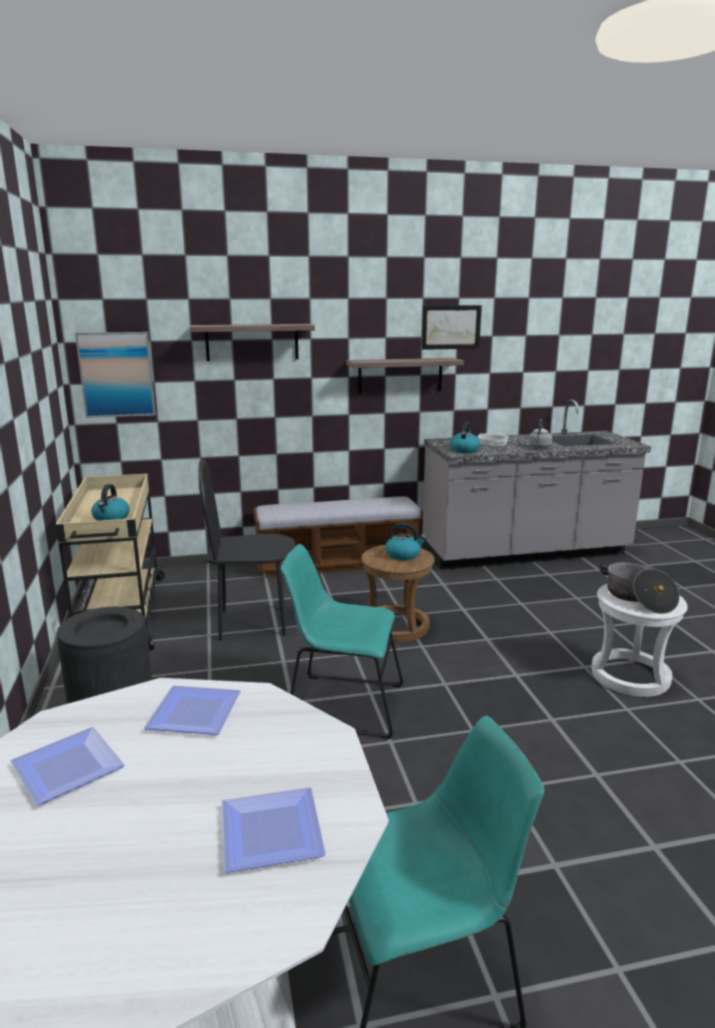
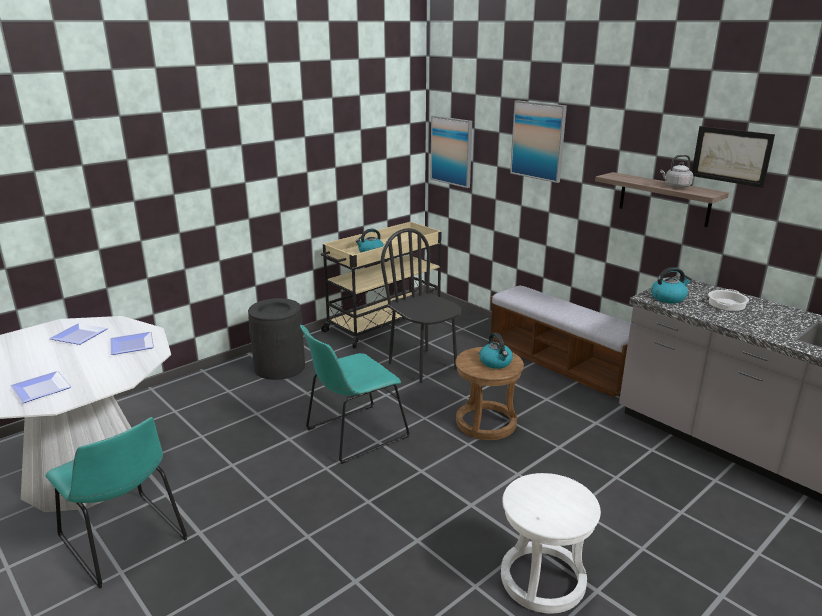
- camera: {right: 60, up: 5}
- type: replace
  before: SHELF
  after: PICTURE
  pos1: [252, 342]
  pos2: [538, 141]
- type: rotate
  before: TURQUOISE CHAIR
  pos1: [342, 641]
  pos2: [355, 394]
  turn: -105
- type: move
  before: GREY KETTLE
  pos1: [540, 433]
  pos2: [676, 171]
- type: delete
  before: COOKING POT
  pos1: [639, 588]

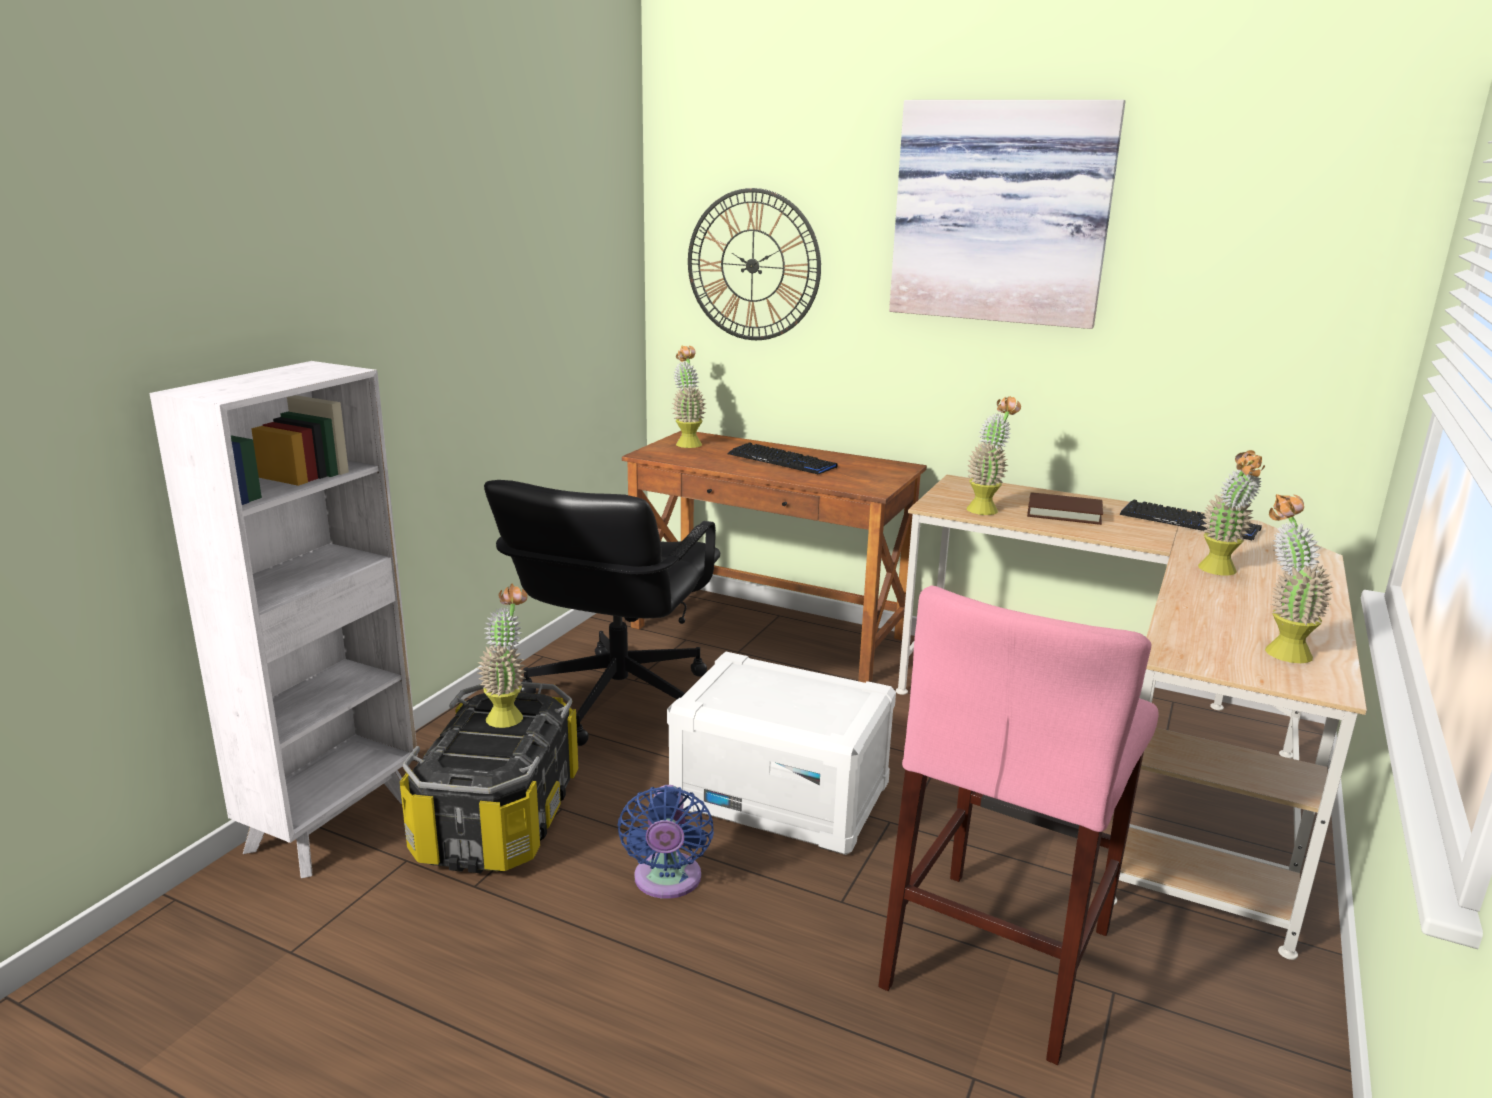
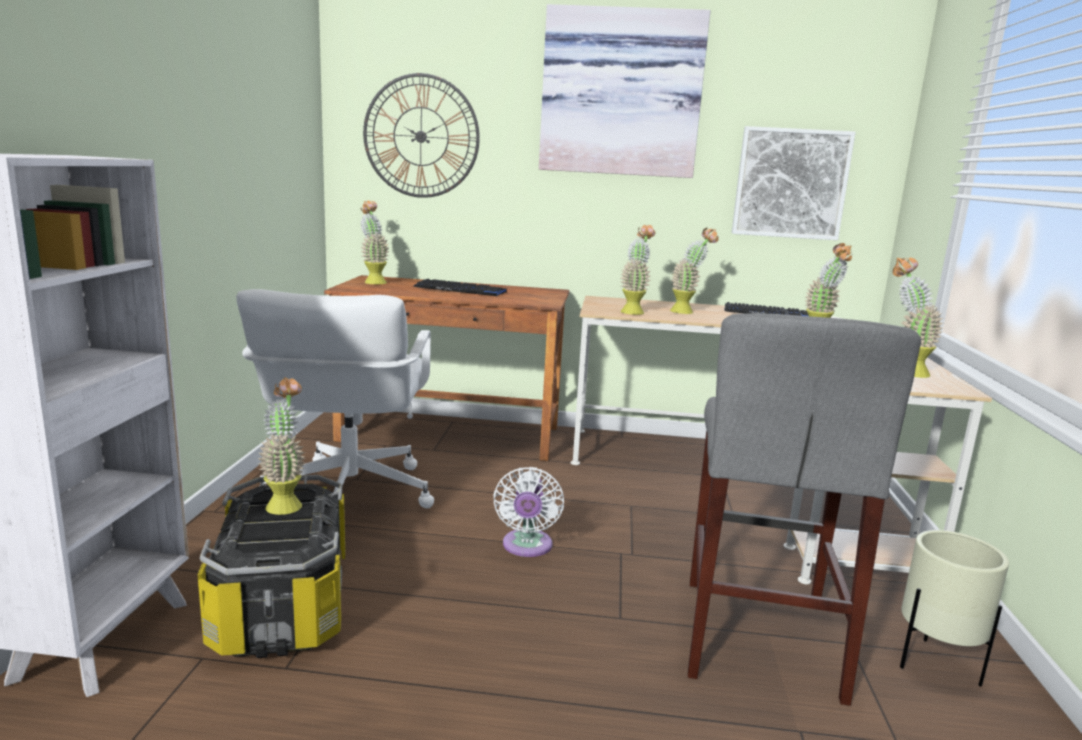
- camera: {right: -20, up: -5}
- type: recolor
  before: BLACK OFFICE CHAIR
  after: WHITE OFFICE CHAIR
  pos1: [602, 613]
  pos2: [335, 398]
- type: delete
  before: BLUE FAN
  pos1: [665, 842]
- type: replace
  before: WHITE STORAGE BOX
  after: WHITE FAN
  pos1: [781, 753]
  pos2: [528, 512]
- type: recolor
  before: PINK STOOL
  after: GREY STOOL
  pos1: [1018, 825]
  pos2: [804, 509]
- type: replace
  before: BROWN BOOK
  after: POTTED PLANT
  pos1: [1065, 508]
  pos2: [694, 271]
- type: insert
  after: PICTURE
  pos2: [793, 183]
- type: insert
  after: BEIGE PLANTER
  pos2: [954, 608]

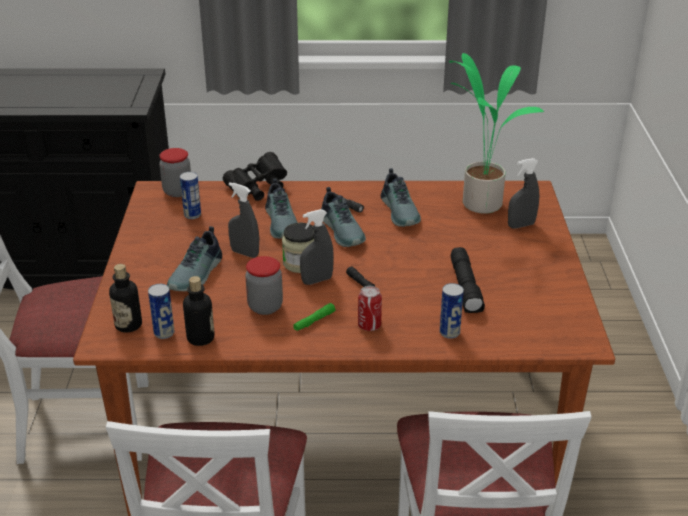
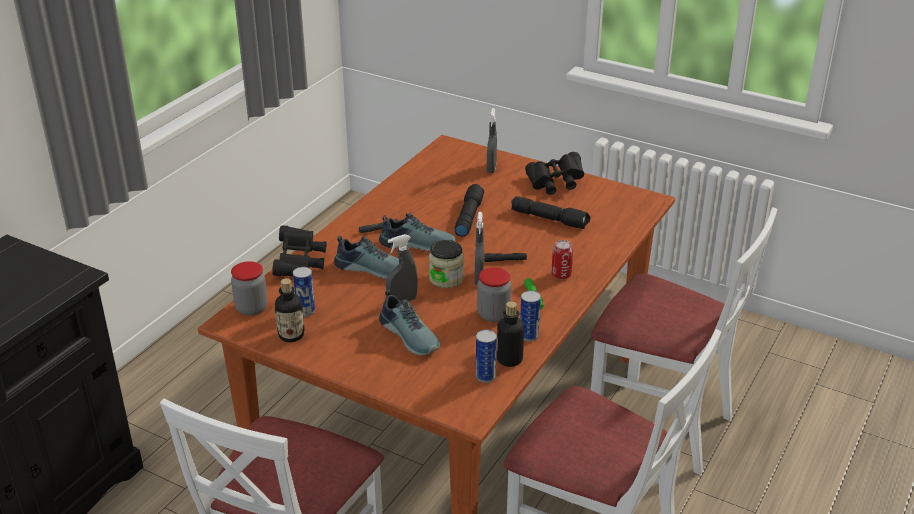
- camera: {right: -60, up: 0}
- type: move
  before: BOTTLE
  pos1: [125, 298]
  pos2: [290, 310]
- type: delete
  before: SHOE
  pos1: [401, 197]
- type: move
  before: CAN
  pos1: [452, 311]
  pos2: [530, 316]
- type: delete
  before: POTTED PLANT
  pos1: [496, 133]
- type: insert
  after: BLACK FLASHLIGHT
  pos2: [469, 210]
- type: insert
  after: BLACK BINOCULARS
  pos2: [554, 173]

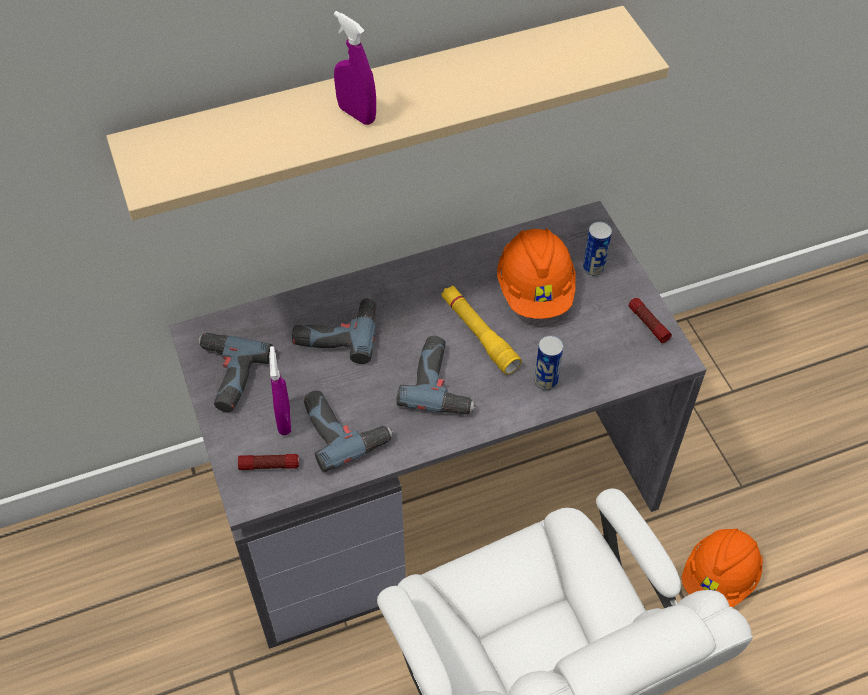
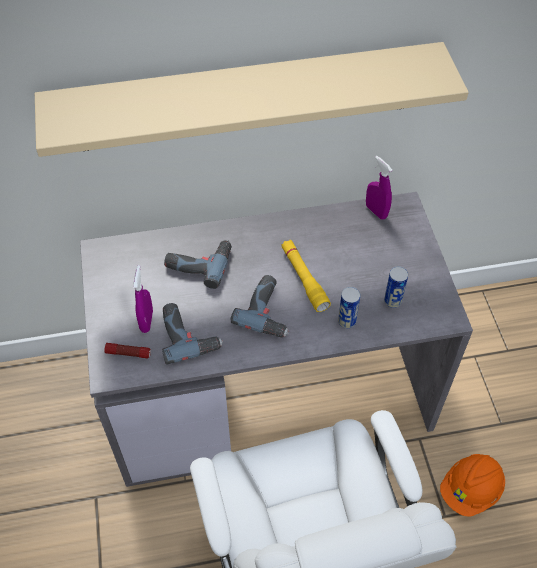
- camera: {right: 10, up: 0}
- type: delete
  before: POWER DRILL
  pos1: [235, 372]
- type: move
  before: PURPLE SPRAY BOTTLE
  pos1: [355, 68]
  pos2: [379, 188]
- type: delete
  before: ORANGE HARD HAT
  pos1: [536, 273]
- type: move
  before: CAN
  pos1: [597, 249]
  pos2: [396, 287]
- type: delete
  before: FLASHLIGHT
  pos1: [650, 320]

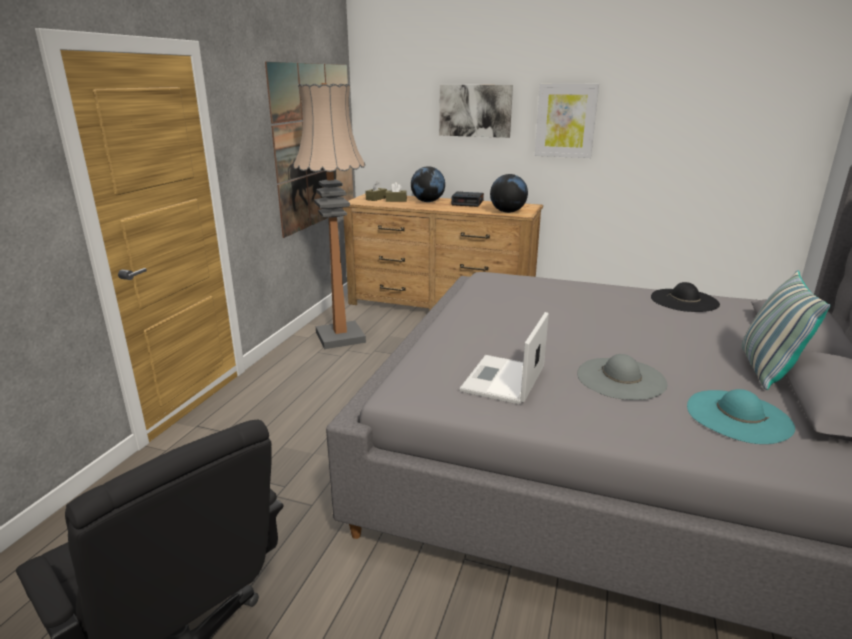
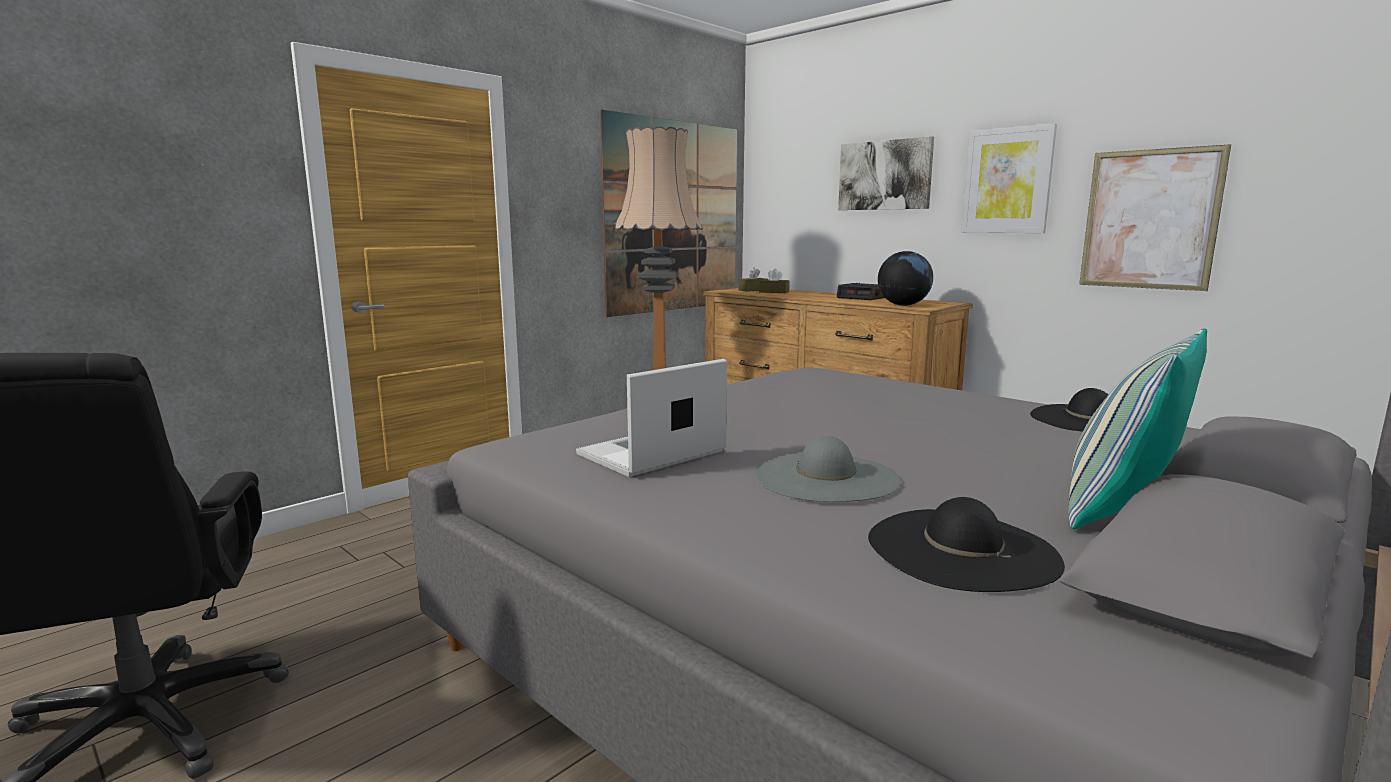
- camera: {right: 25, up: -10}
- type: delete
  before: GLOBE
  pos1: [428, 184]
- type: recolor
  before: TURQUOISE HAT
  after: BLACK HAT
  pos1: [741, 416]
  pos2: [966, 544]
- type: insert
  after: PICTURE
  pos2: [1155, 217]

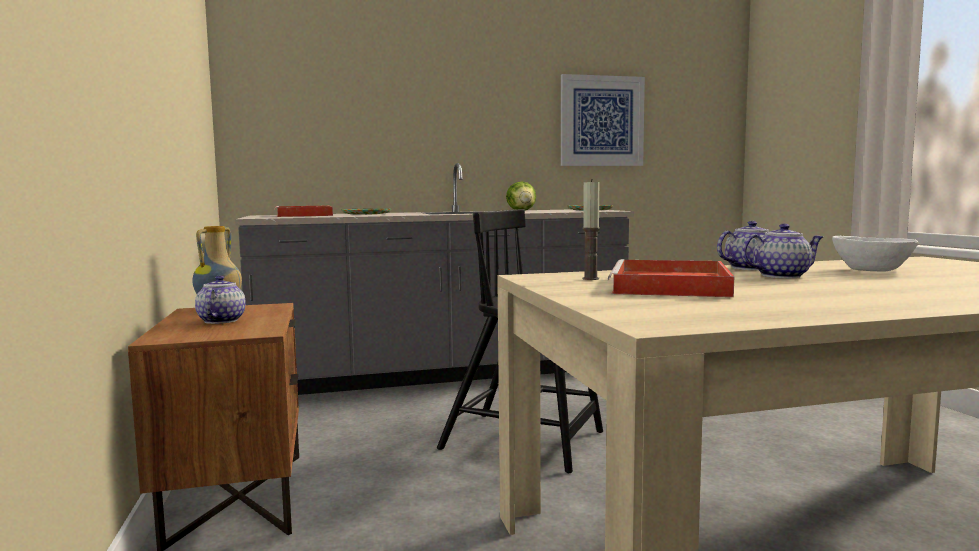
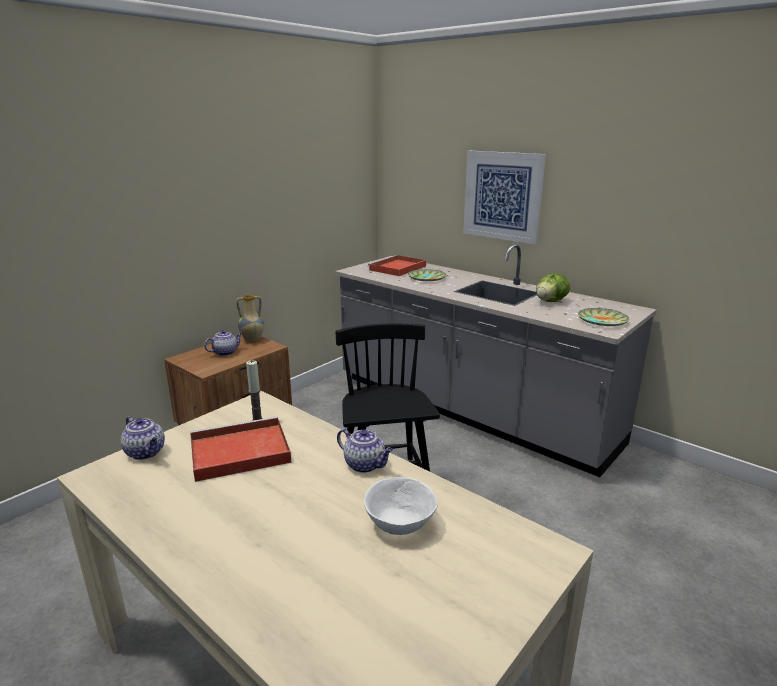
- camera: {right: 55, up: 15}
- type: move
  before: PICTURE
  pos1: [603, 120]
  pos2: [504, 197]
- type: move
  before: TEAPOT
  pos1: [782, 250]
  pos2: [143, 438]

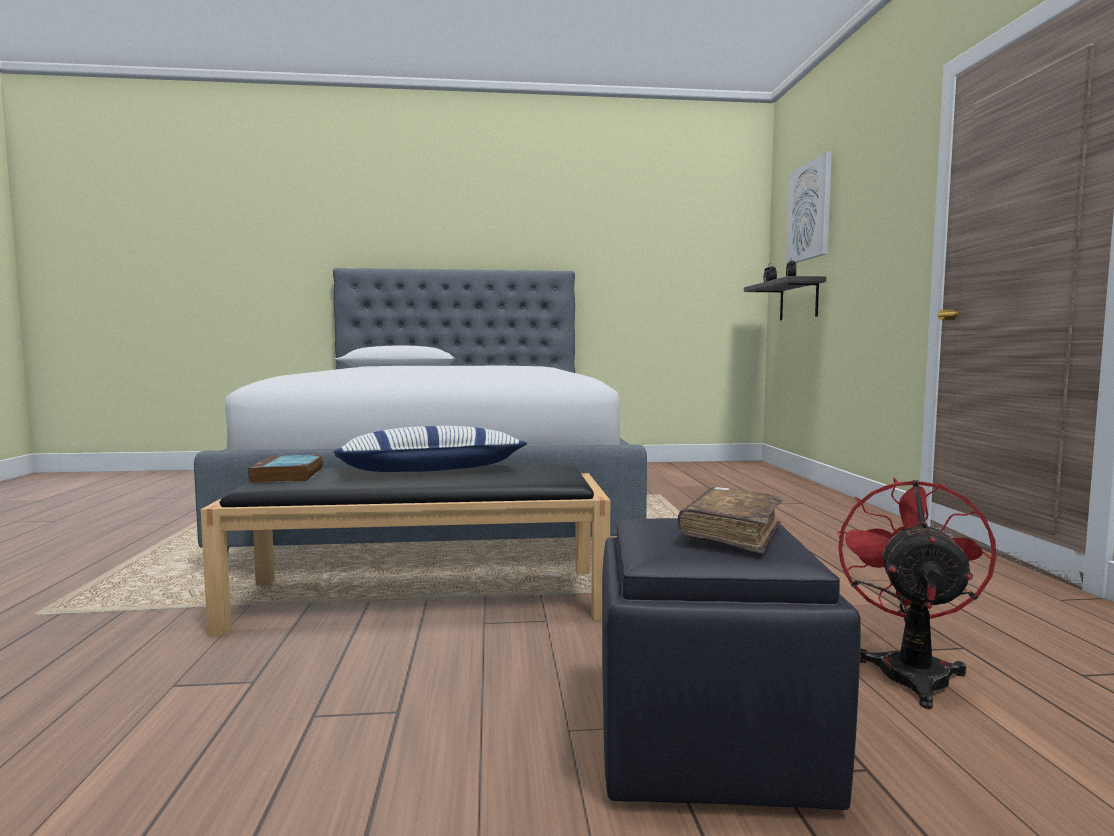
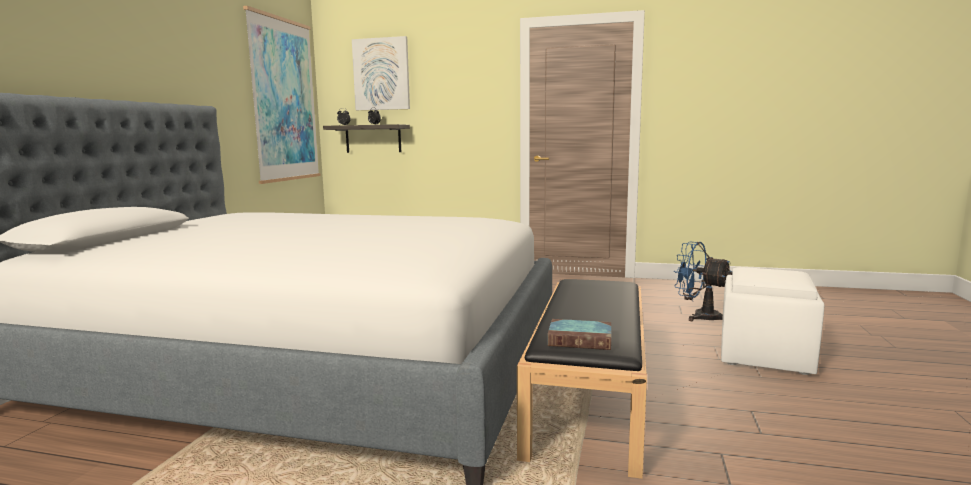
- camera: {right: -70, up: 5}
- type: delete
  before: PILLOW
  pos1: [430, 449]
- type: recolor
  before: BLACK OTTOMAN
  after: WHITE OTTOMAN
  pos1: [731, 664]
  pos2: [772, 321]
- type: delete
  before: BROWN BOOK
  pos1: [730, 520]
- type: recolor
  before: RED FAN
  after: BLUE FAN
  pos1: [916, 593]
  pos2: [703, 281]
- type: insert
  after: PICTURE
  pos2: [281, 95]

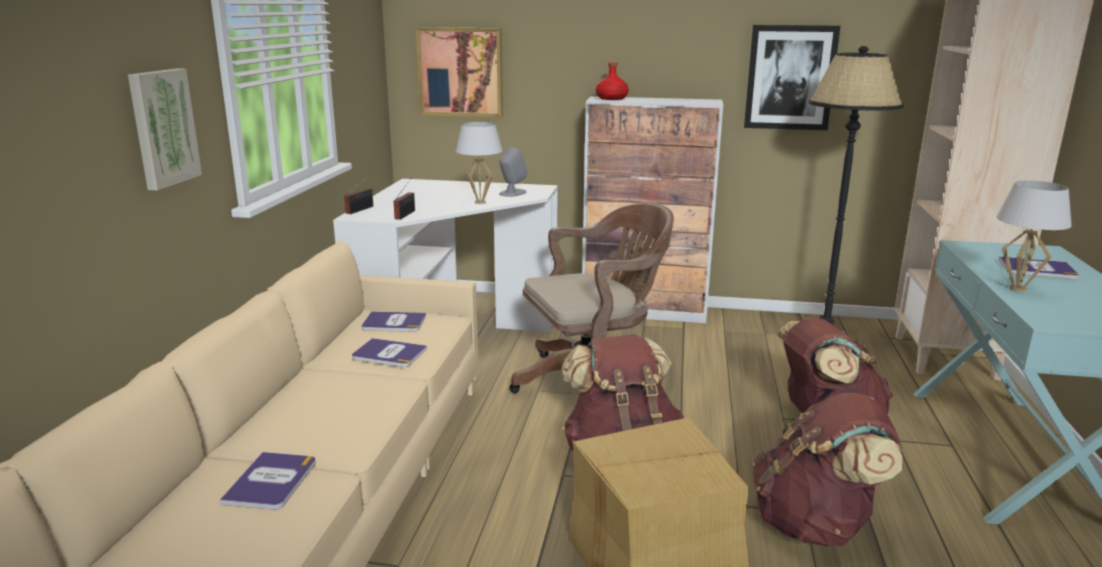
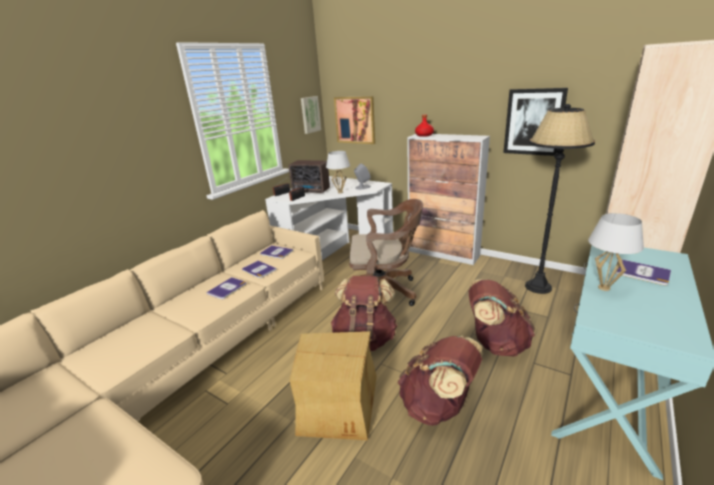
- camera: {right: 25, up: 5}
- type: move
  before: PICTURE
  pos1: [165, 129]
  pos2: [311, 115]
- type: move
  before: BOOK
  pos1: [268, 481]
  pos2: [226, 288]
- type: insert
  after: RADIO
  pos2: [309, 176]

